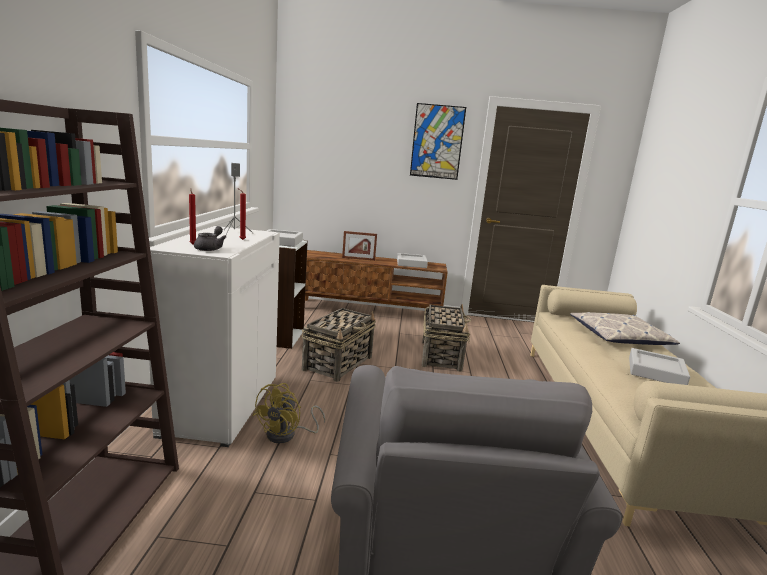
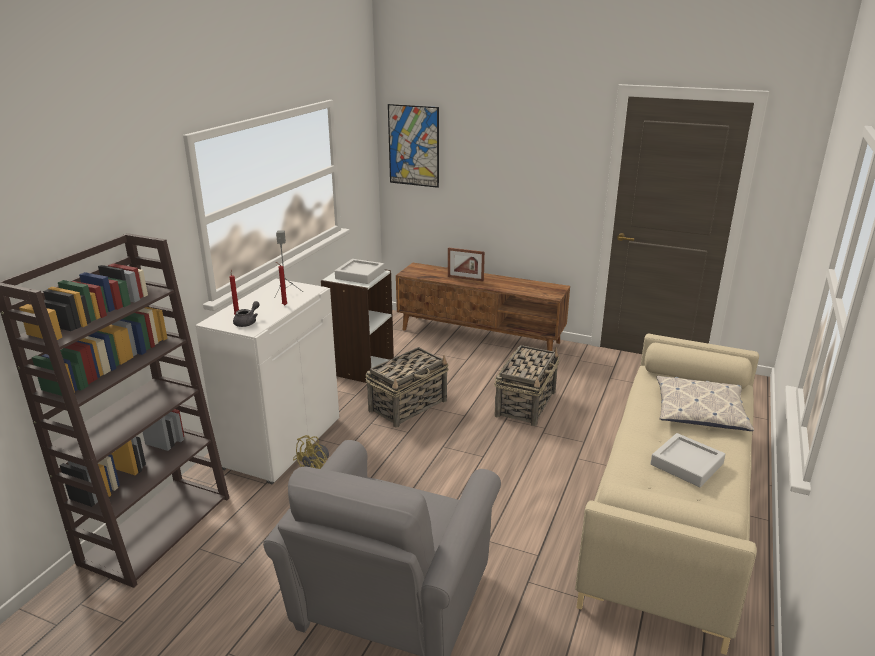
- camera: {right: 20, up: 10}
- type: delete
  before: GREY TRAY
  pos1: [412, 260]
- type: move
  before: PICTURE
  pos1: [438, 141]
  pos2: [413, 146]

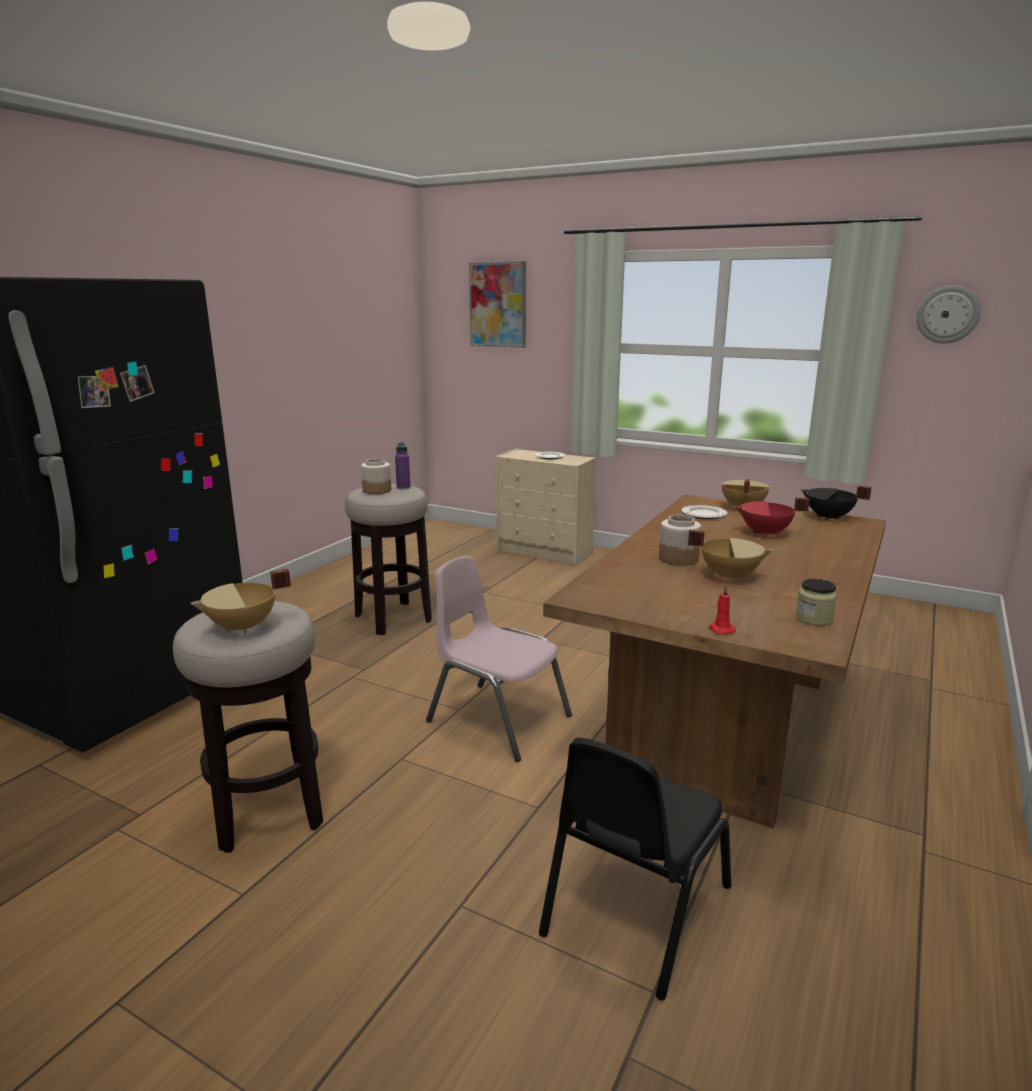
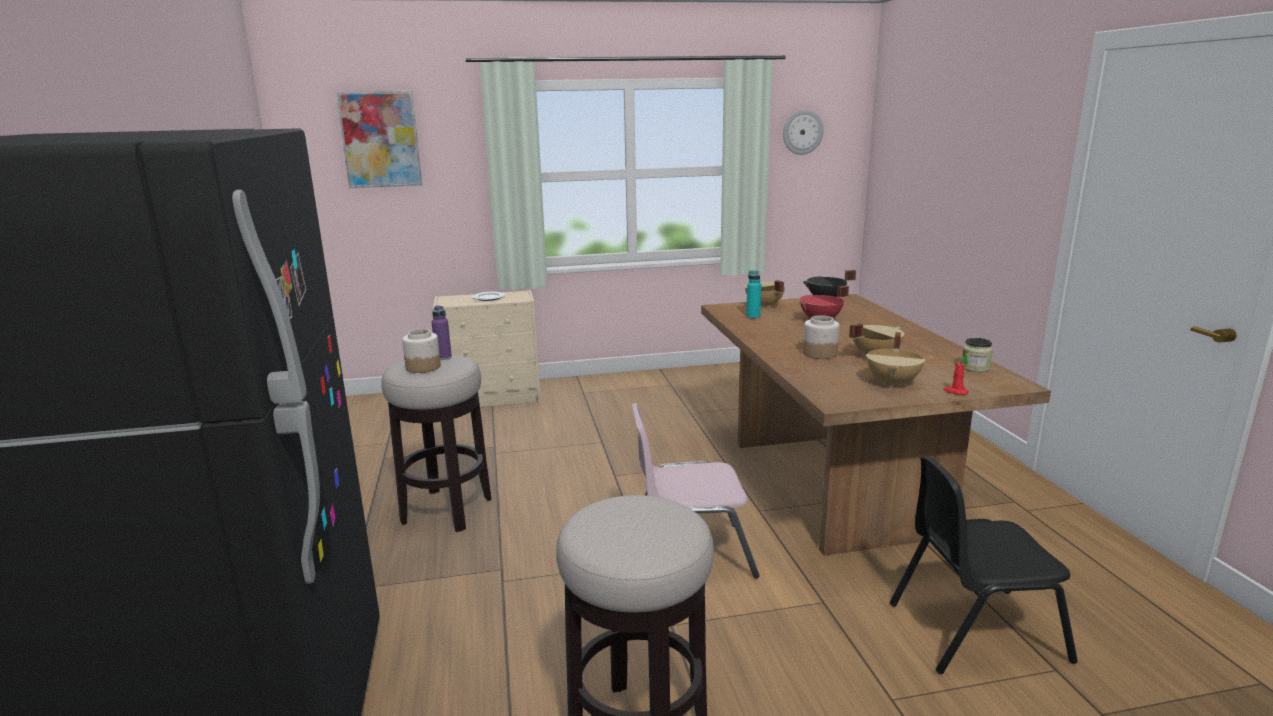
- camera: {right: -40, up: 0}
- type: move
  before: BEIGE COOKING POT
  pos1: [240, 601]
  pos2: [895, 360]
- type: rotate
  before: BLACK CHAIR
  pos1: [635, 869]
  pos2: [984, 564]
  turn: 90
- type: replace
  before: PLATE
  after: TURQUOISE BOTTLE
  pos1: [704, 512]
  pos2: [754, 294]

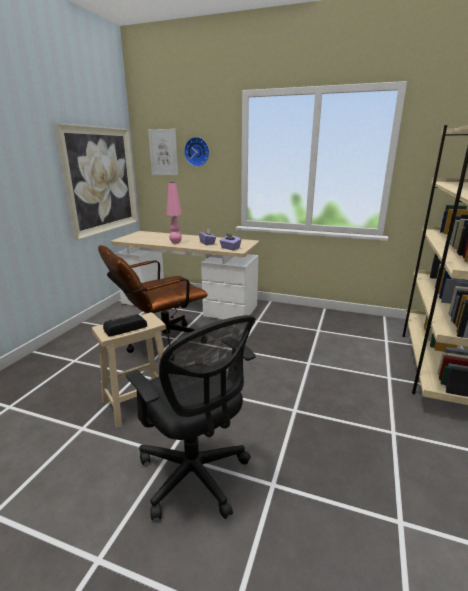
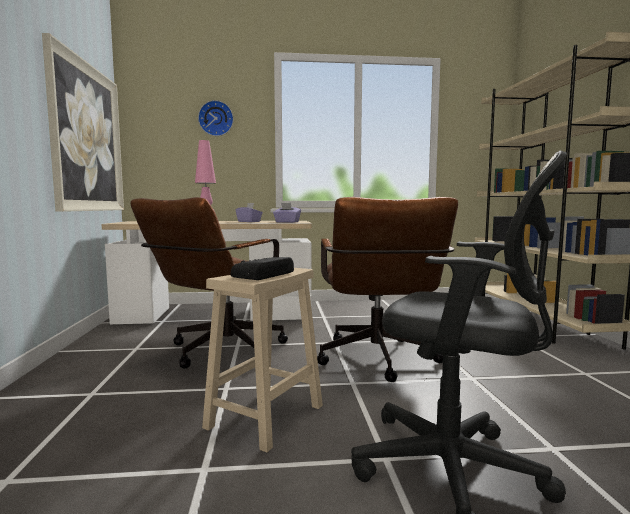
- camera: {right: -25, up: -15}
- type: delete
  before: PICTURE
  pos1: [163, 152]
- type: insert
  after: BROWN OFFICE CHAIR
  pos2: [387, 289]

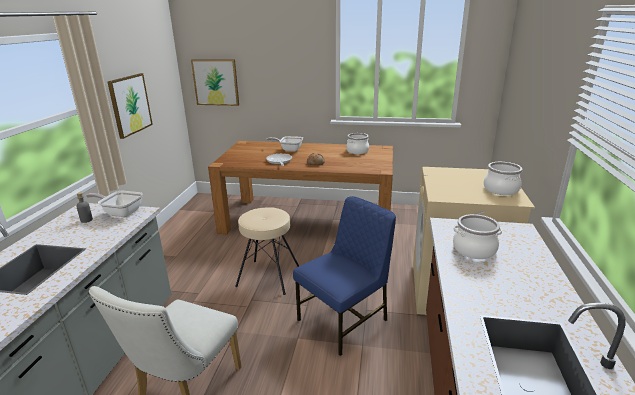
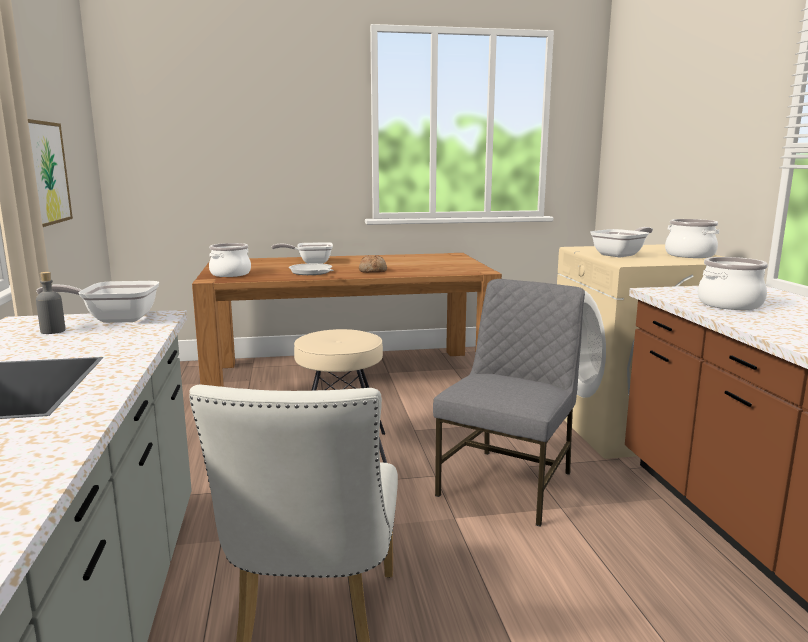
- camera: {right: -20, up: -10}
- type: delete
  before: PICTURE
  pos1: [215, 82]
- type: recolor
  before: BLUE CHAIR
  after: GREY CHAIR
  pos1: [344, 276]
  pos2: [509, 402]
- type: move
  before: COOKING POT
  pos1: [357, 143]
  pos2: [230, 260]
- type: insert
  after: FRYING PAN
  pos2: [621, 242]

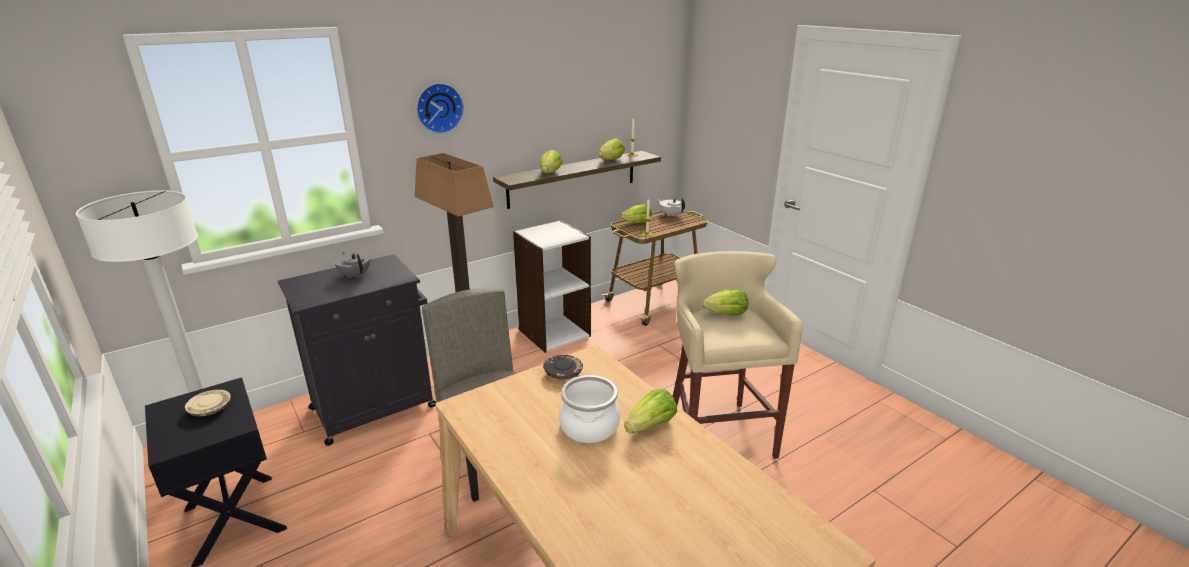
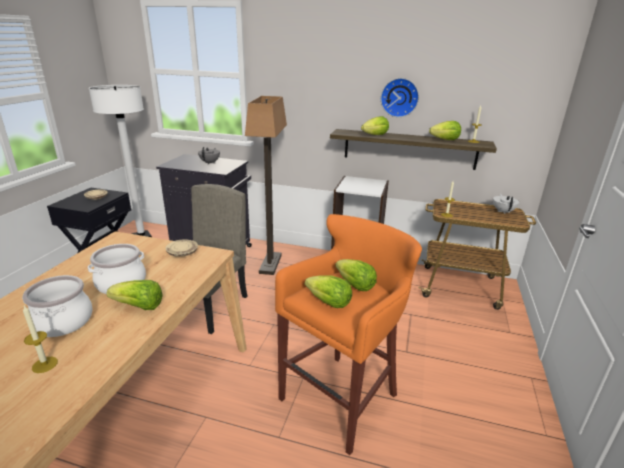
- camera: {right: 50, up: 0}
- type: move
  before: WALL CLOCK
  pos1: [440, 108]
  pos2: [400, 97]
- type: recolor
  before: BLACK PLATE
  after: BEIGE PLATE
  pos1: [563, 367]
  pos2: [181, 248]
- type: move
  before: LETTUCE
  pos1: [635, 213]
  pos2: [328, 291]
- type: recolor
  before: BEIGE STOOL
  after: ORANGE STOOL
  pos1: [737, 355]
  pos2: [348, 334]
- type: insert
  after: COOKING POT
  pos2: [57, 306]
- type: insert
  after: CANDLE
  pos2: [40, 339]

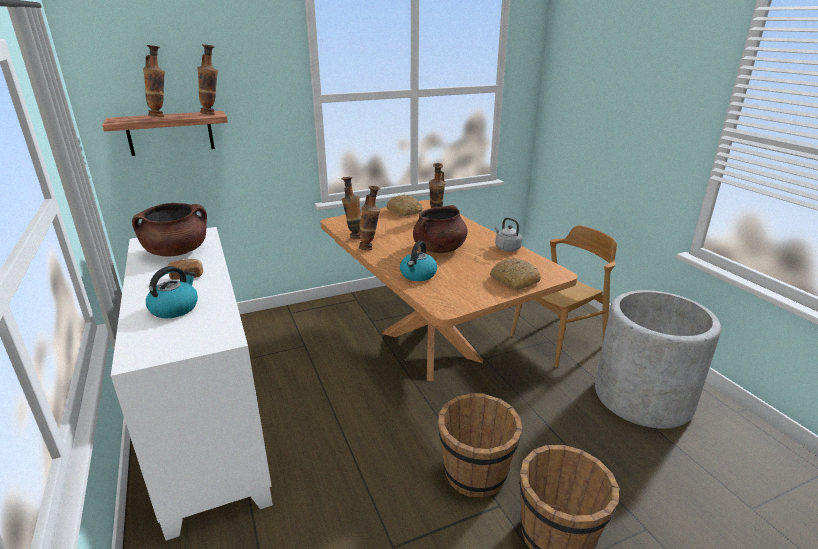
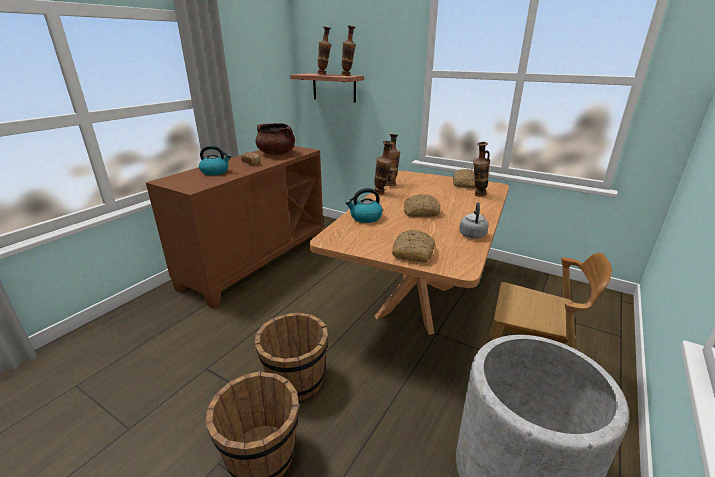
- camera: {right: 55, up: 0}
- type: recolor
  before: WHITE CABINET
  after: BROWN CABINET
  pos1: [192, 384]
  pos2: [234, 227]
- type: replace
  before: BROWN COOKING POT
  after: BREAD
  pos1: [440, 229]
  pos2: [422, 205]

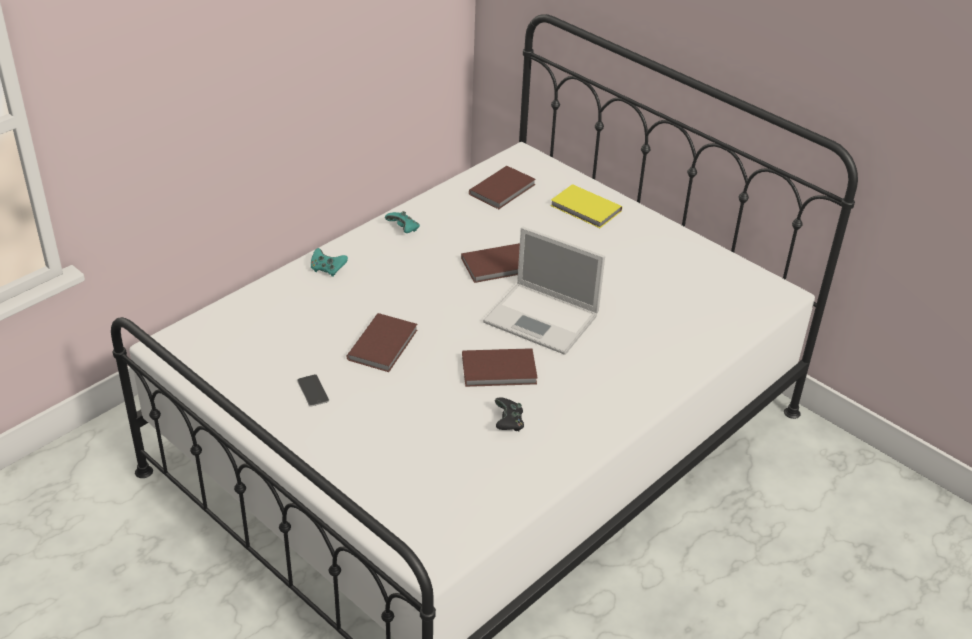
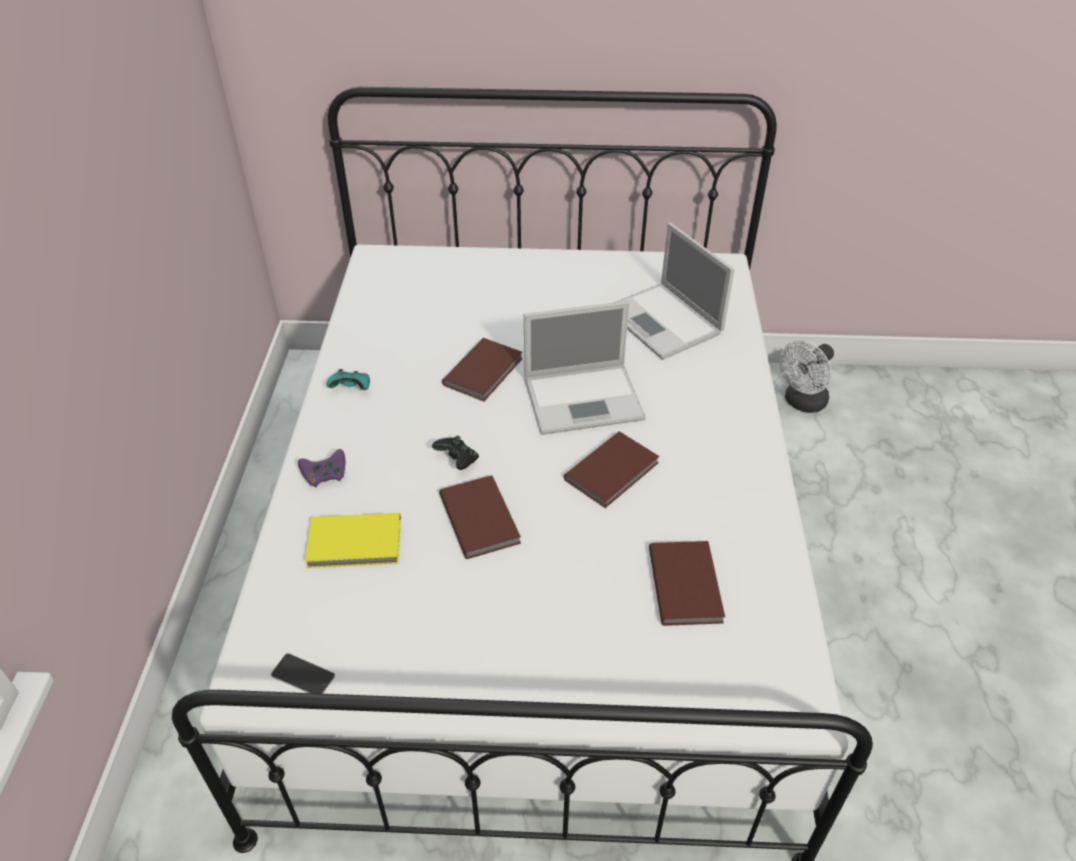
- camera: {right: -40, up: 5}
- type: move
  before: PHONE
  pos1: [313, 390]
  pos2: [303, 673]
- type: recolor
  before: TURQUOISE GAME CONTROLLER
  after: PURPLE GAME CONTROLLER
  pos1: [329, 262]
  pos2: [321, 468]
- type: move
  before: BROWN BOOK
  pos1: [502, 187]
  pos2: [687, 583]
- type: move
  before: BLACK GAME CONTROLLER
  pos1: [509, 414]
  pos2: [455, 453]
- type: move
  before: YELLOW BOOK
  pos1: [586, 206]
  pos2: [353, 540]
- type: insert
  after: LAPTOP
  pos2: [674, 291]
- type: insert
  after: WHITE FAN
  pos2: [806, 377]

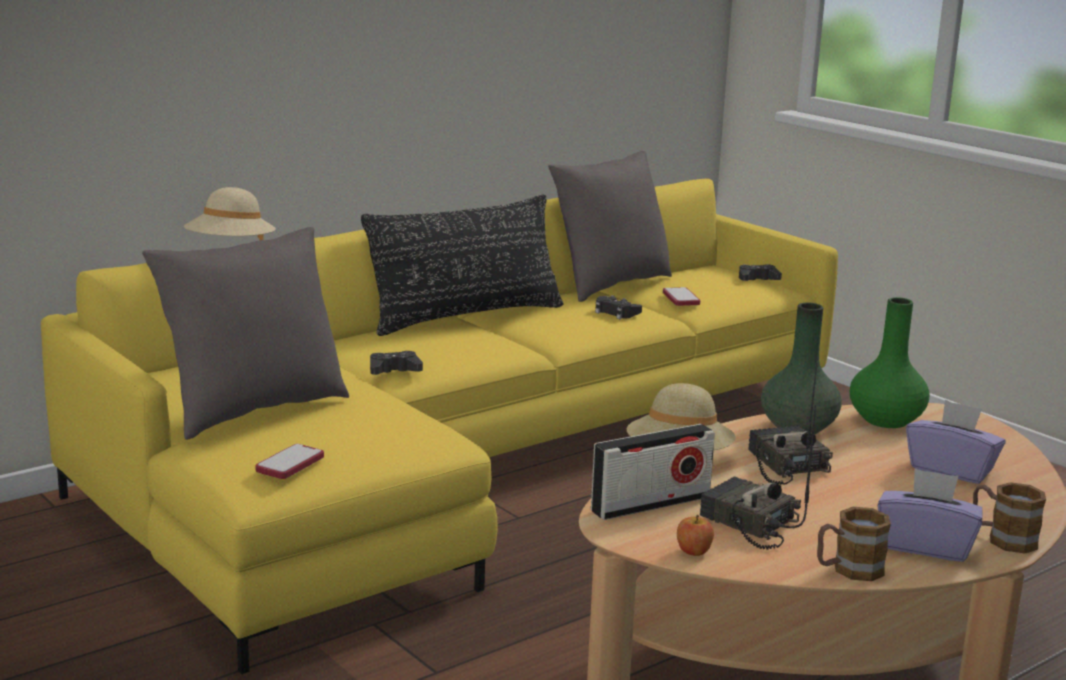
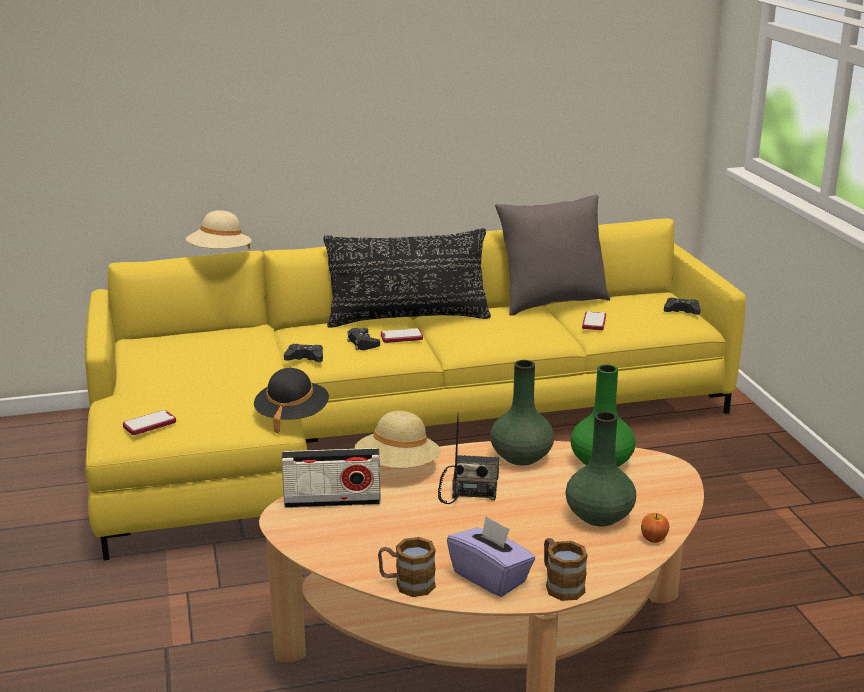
- camera: {right: 25, up: 5}
- type: delete
  before: GREY PILLOW
  pos1: [245, 333]
- type: move
  before: BLACK GAME CONTROLLER
  pos1: [618, 307]
  pos2: [363, 339]
- type: move
  before: APPLE
  pos1: [695, 535]
  pos2: [655, 528]
- type: delete
  before: RADIO
  pos1: [758, 477]
- type: replace
  before: PURPLE TISSUE BOX
  after: GREEN VASE
  pos1: [956, 442]
  pos2: [600, 468]
- type: insert
  after: BLACK HAT
  pos2: [291, 401]
- type: insert
  after: PHONE
  pos2: [402, 335]

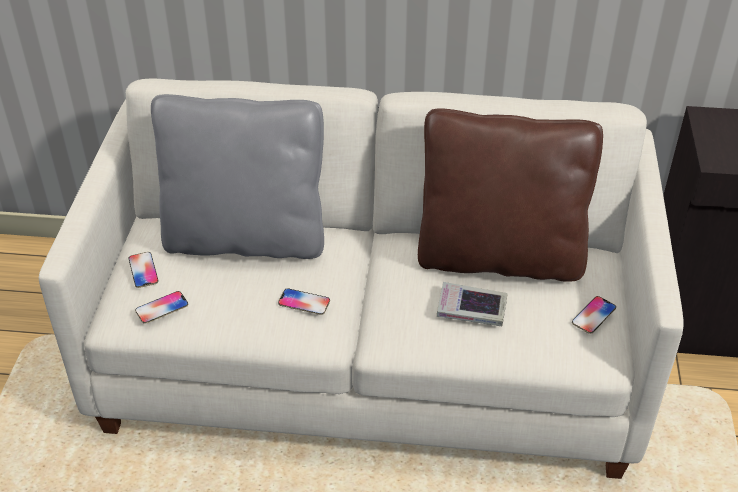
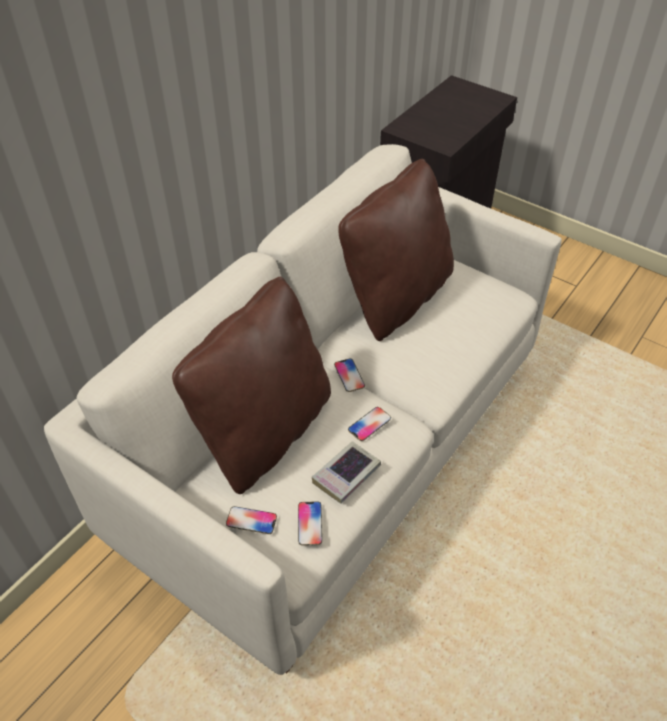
- camera: {right: -60, up: 5}
- type: recolor
  before: GREY PILLOW
  after: BROWN PILLOW
  pos1: [237, 176]
  pos2: [251, 385]
- type: move
  before: BOOK
  pos1: [472, 304]
  pos2: [346, 472]
- type: move
  before: PHONE
  pos1: [594, 315]
  pos2: [349, 375]

